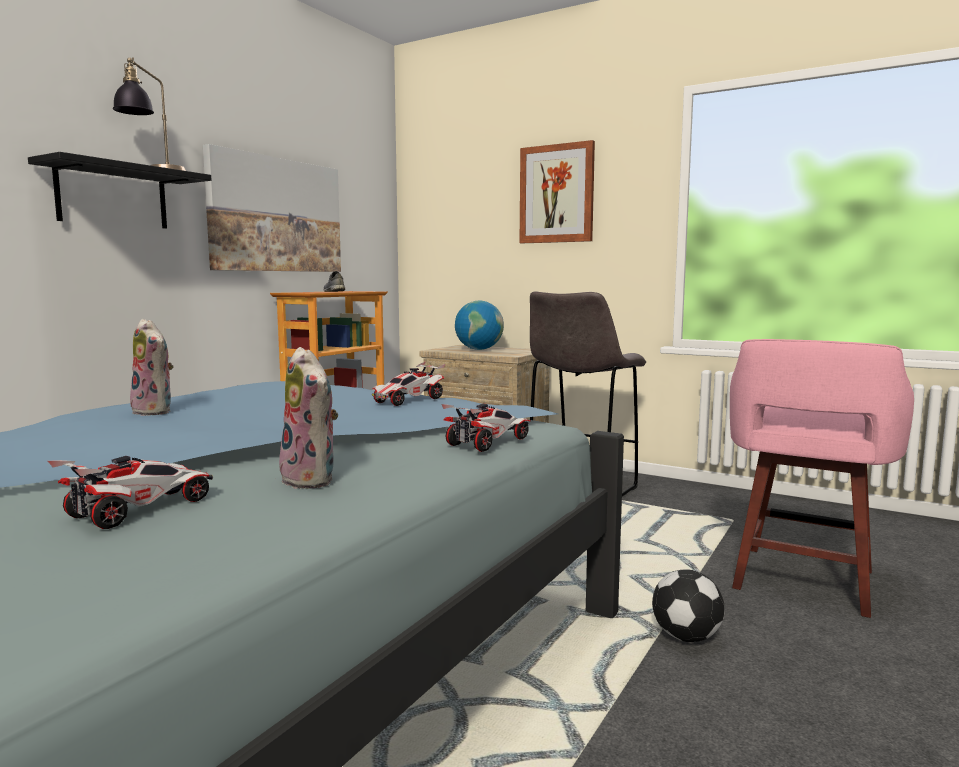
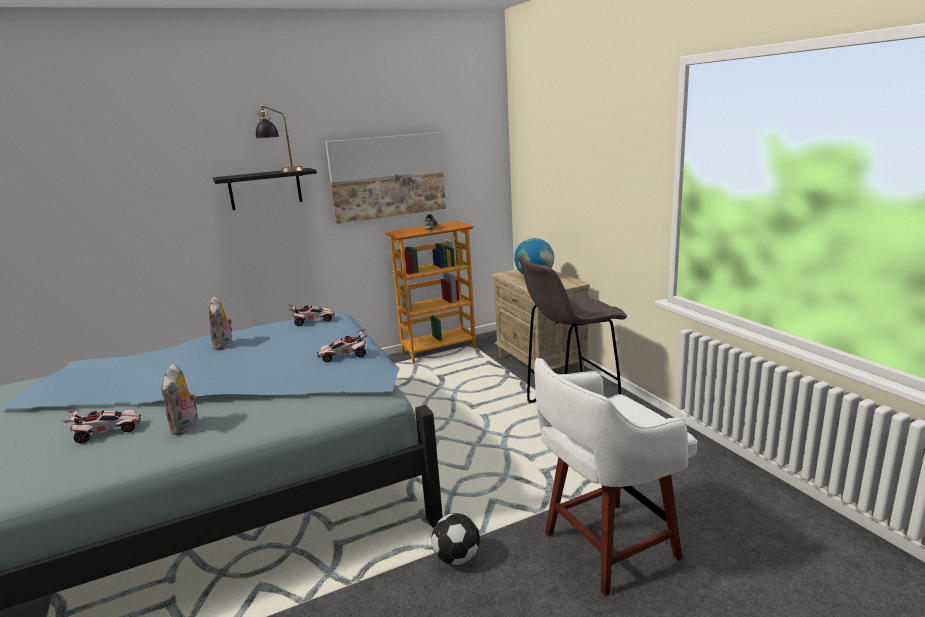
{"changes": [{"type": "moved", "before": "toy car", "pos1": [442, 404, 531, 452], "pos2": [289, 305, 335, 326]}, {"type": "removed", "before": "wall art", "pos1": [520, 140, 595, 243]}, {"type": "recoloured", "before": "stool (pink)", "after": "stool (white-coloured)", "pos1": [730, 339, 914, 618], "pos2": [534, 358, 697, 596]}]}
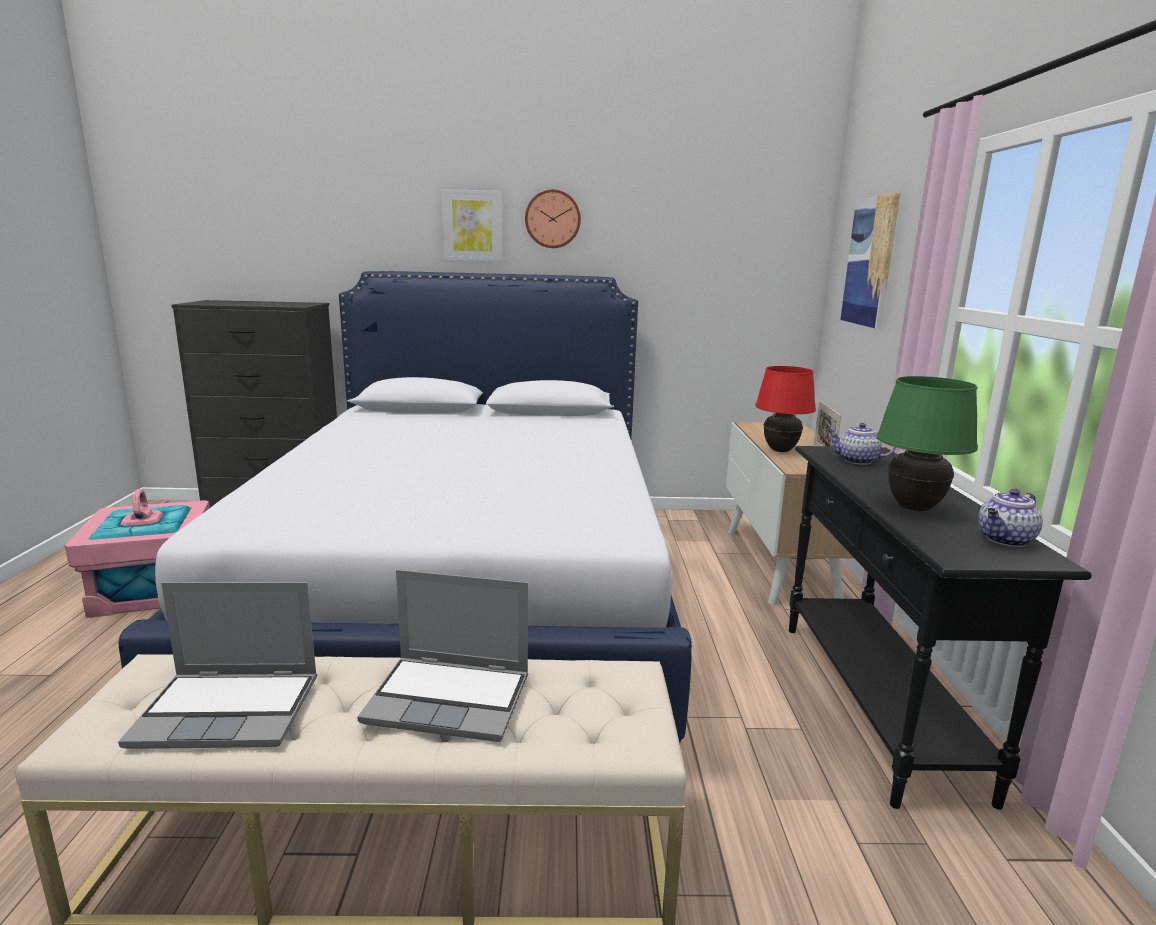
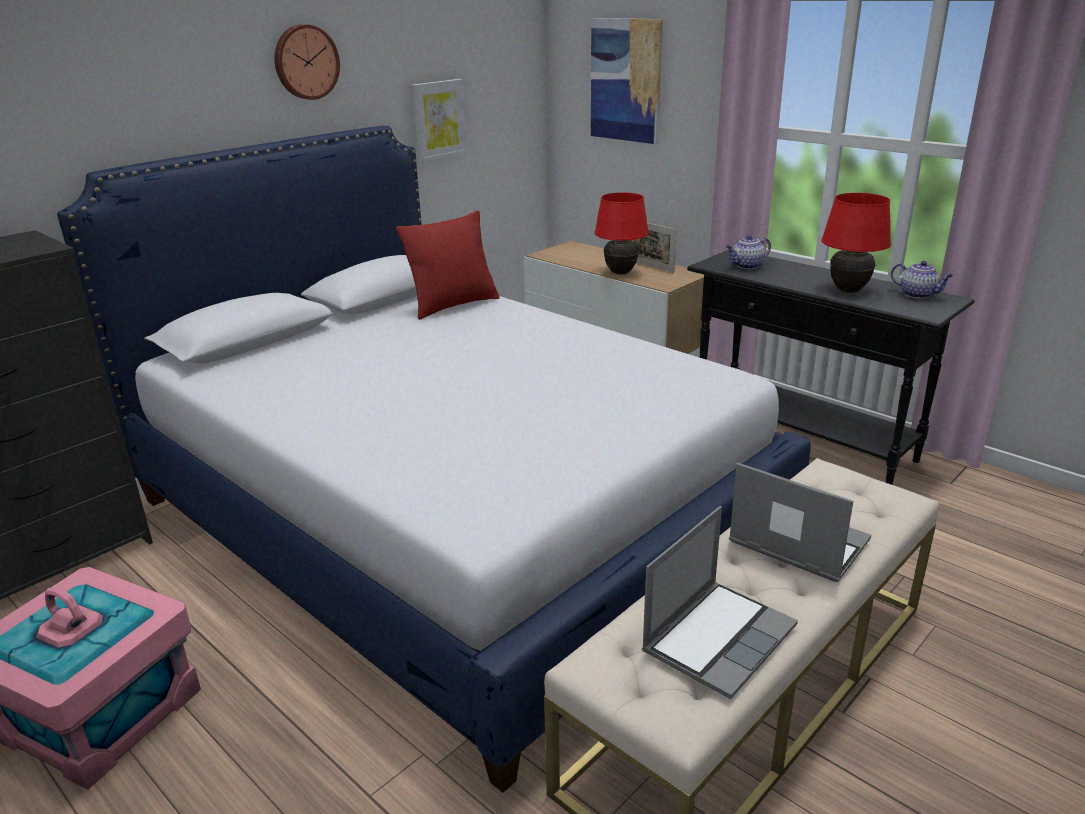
{"changes": [{"type": "turned", "before": "portable computer", "pos1": [358, 570, 528, 742], "pos2": [729, 463, 871, 582], "turn": -105}, {"type": "moved", "before": "wall art", "pos1": [442, 189, 502, 262], "pos2": [411, 79, 467, 163]}, {"type": "recoloured", "before": "tabletop lamp (green-coloured)", "after": "tabletop lamp (red-coloured)", "pos1": [876, 376, 978, 511], "pos2": [821, 193, 891, 293]}, {"type": "turned", "before": "pot for tea", "pos1": [978, 489, 1043, 547], "pos2": [891, 261, 954, 299], "turn": -60}, {"type": "added", "after": "throw pillow (red-coloured)", "pos2": [396, 210, 500, 320]}]}
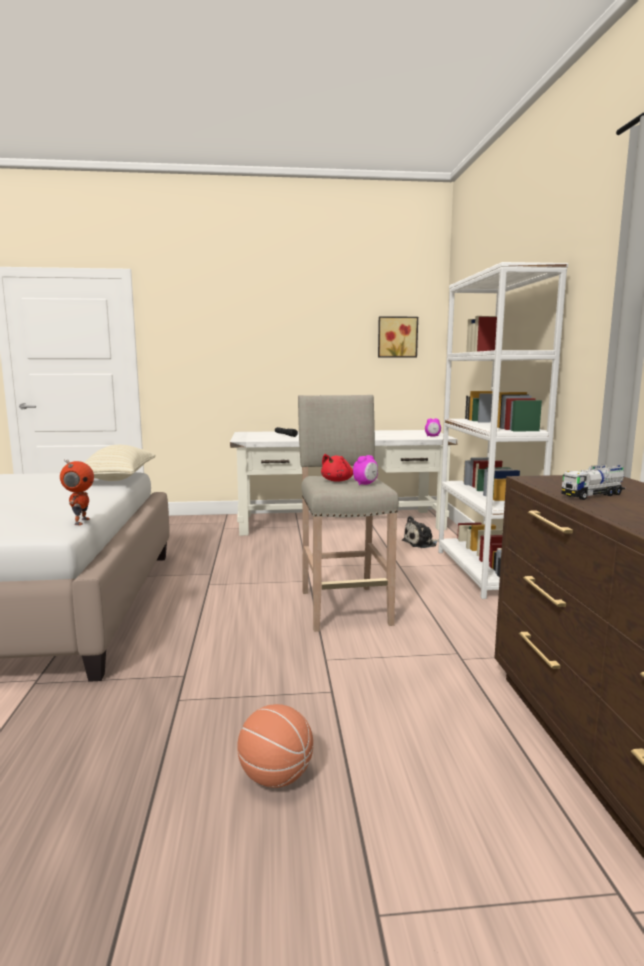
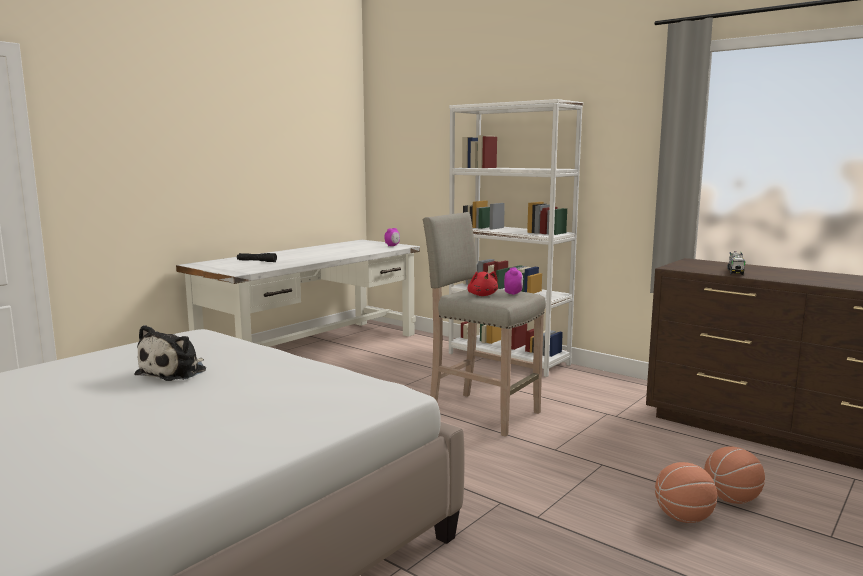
{"changes": [{"type": "removed", "before": "toy robot", "pos1": [60, 459, 94, 525]}, {"type": "removed", "before": "throw pillow (beige)", "pos1": [84, 445, 155, 481]}, {"type": "removed", "before": "wall art", "pos1": [378, 316, 418, 357]}, {"type": "moved", "before": "cuddly toy", "pos1": [402, 516, 439, 548], "pos2": [134, 325, 206, 381]}, {"type": "added", "after": "basketball", "pos2": [704, 447, 765, 504]}]}
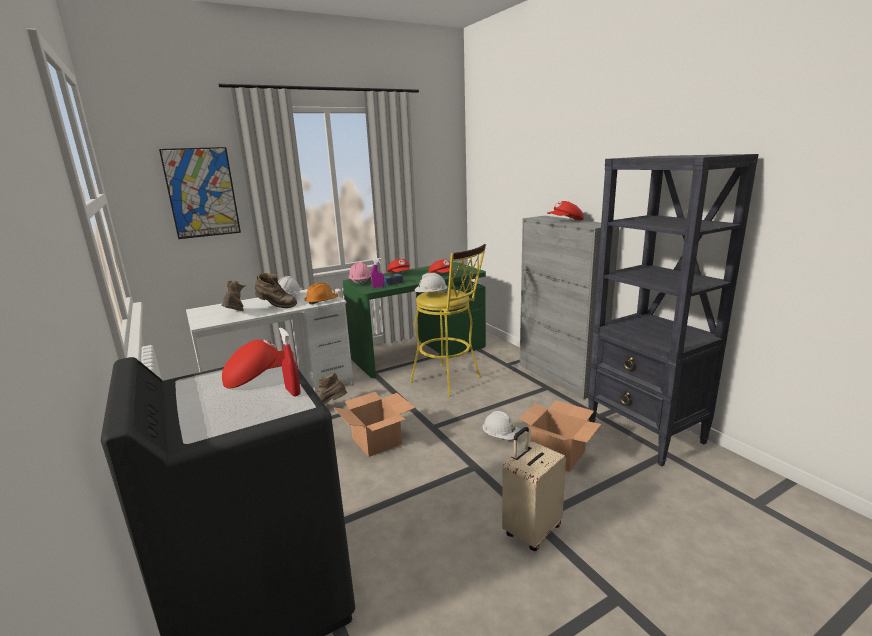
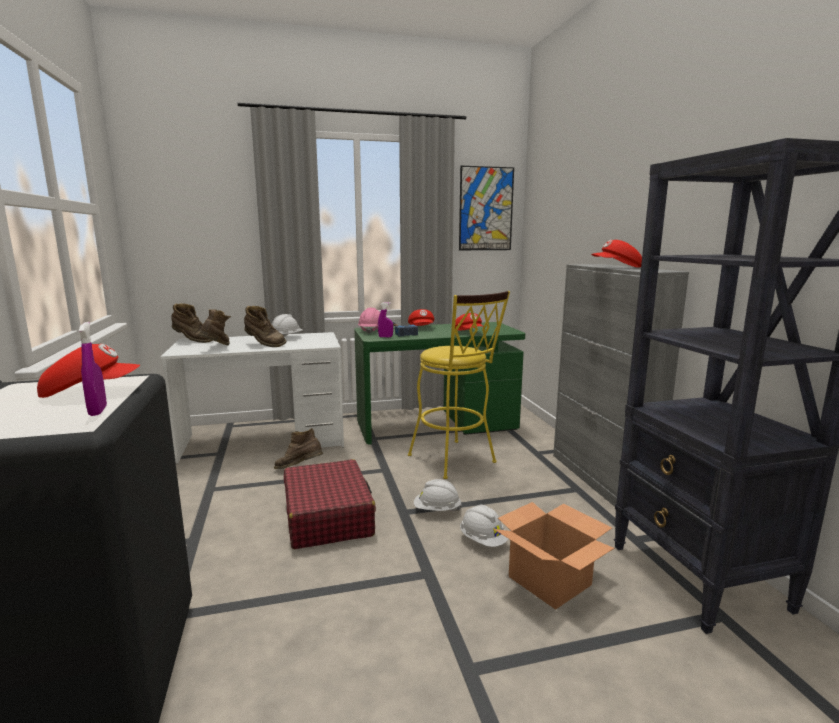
{"changes": [{"type": "moved", "before": "wall art", "pos1": [159, 147, 241, 239], "pos2": [459, 166, 514, 250]}, {"type": "recoloured", "before": "spray bottle (red-coloured)", "after": "spray bottle (purple)", "pos1": [279, 327, 301, 396], "pos2": [78, 322, 107, 416]}, {"type": "removed", "before": "hard hat (orange)", "pos1": [305, 283, 338, 304]}, {"type": "replaced", "before": "cardboard box", "after": "suitcase (red-coloured)", "pos1": [333, 392, 415, 457], "pos2": [284, 459, 376, 549]}, {"type": "moved", "before": "hard hat (white-coloured)", "pos1": [415, 273, 448, 294], "pos2": [414, 479, 461, 511]}, {"type": "removed", "before": "suitcase (beige)", "pos1": [502, 427, 566, 551]}, {"type": "added", "after": "tall boot (brown)", "pos2": [172, 303, 213, 343]}]}
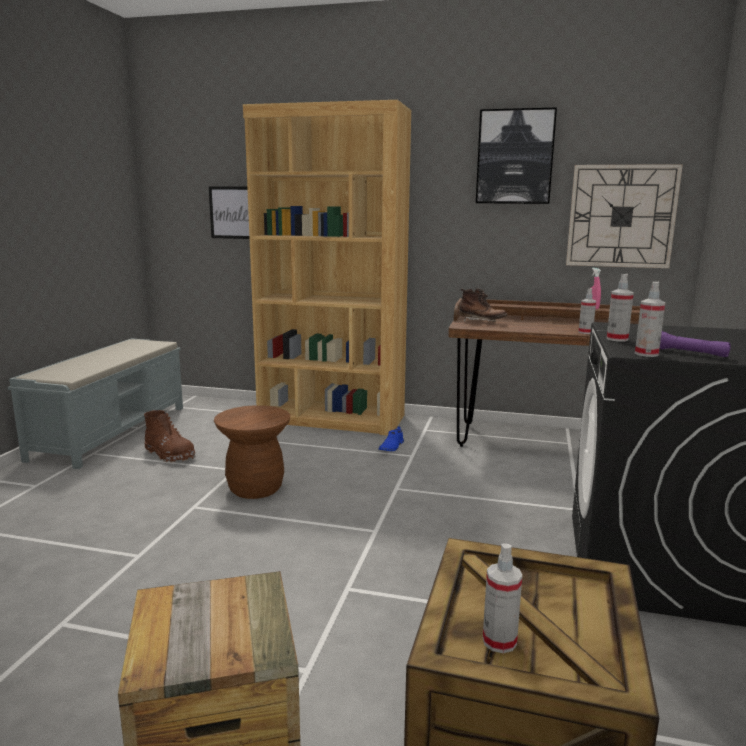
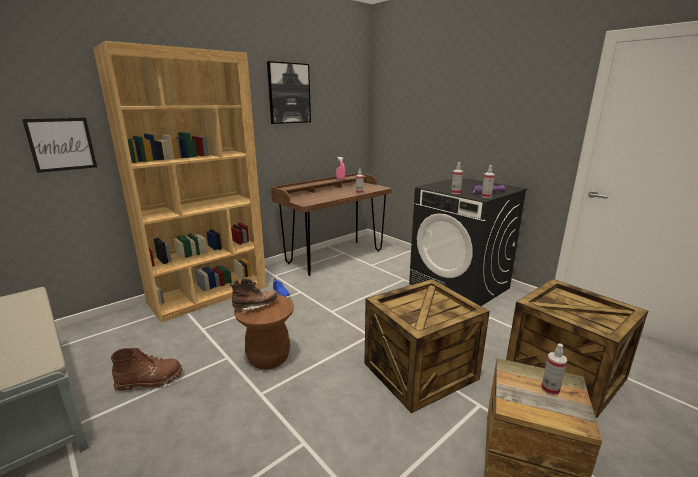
{"changes": [{"type": "moved", "before": "tall boot (brown)", "pos1": [459, 288, 507, 322], "pos2": [230, 279, 278, 314]}, {"type": "moved", "before": "spray bottle", "pos1": [483, 543, 522, 653], "pos2": [541, 344, 567, 396]}, {"type": "removed", "before": "wall clock", "pos1": [566, 164, 683, 268]}, {"type": "added", "after": "shipping crate", "pos2": [364, 279, 490, 413]}]}
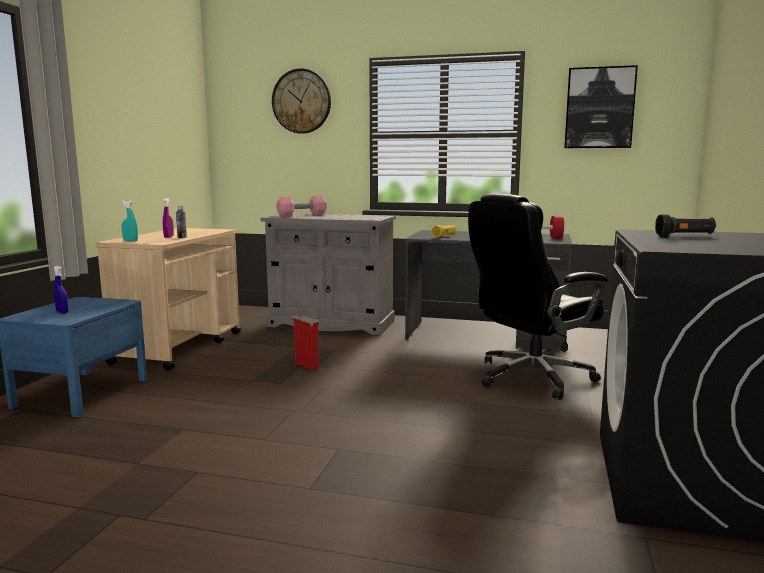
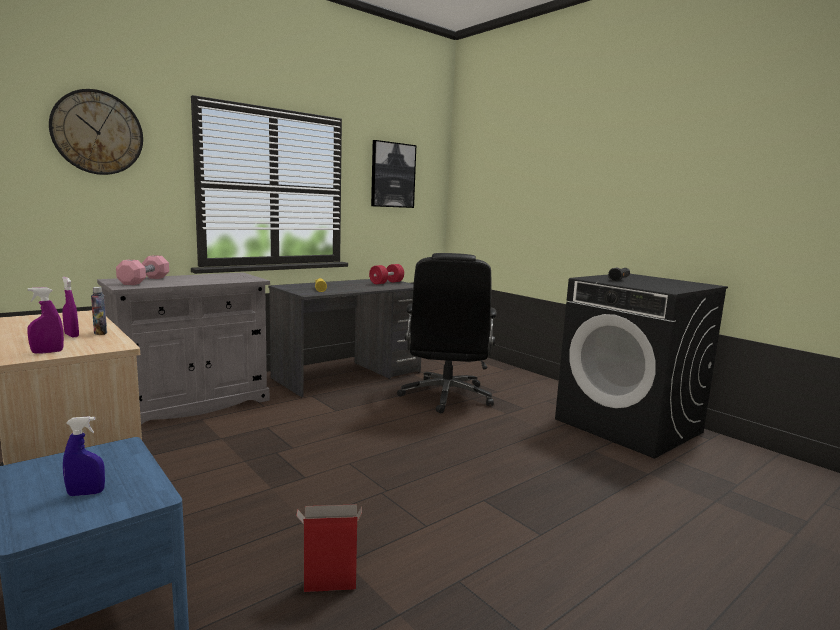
{"changes": [{"type": "recoloured", "before": "spray bottle (turquoise-coloured)", "after": "spray bottle (purple)", "pos1": [121, 200, 138, 241], "pos2": [27, 287, 64, 354]}, {"type": "moved", "before": "cardboard box", "pos1": [292, 315, 320, 370], "pos2": [296, 504, 362, 592]}]}
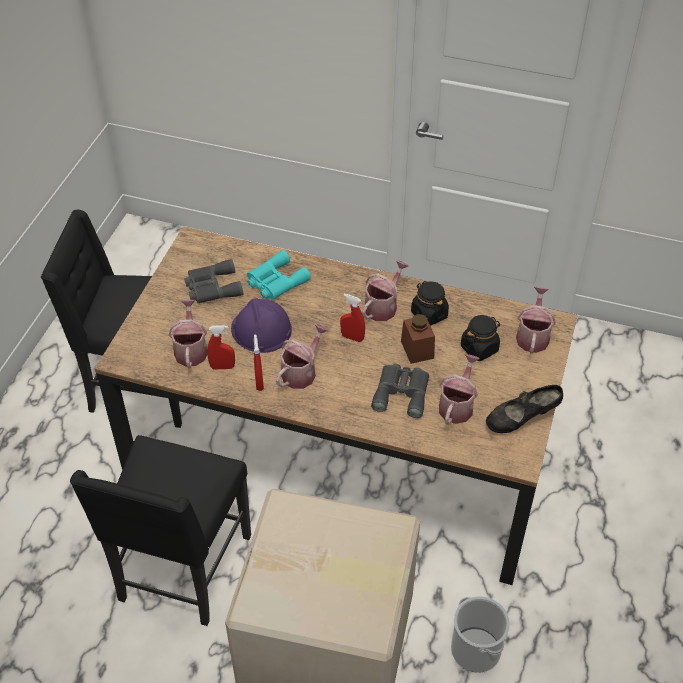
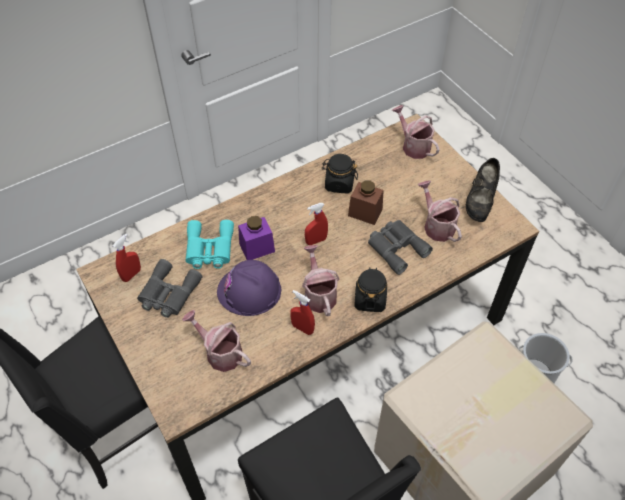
{"changes": [{"type": "moved", "before": "spray bottle (red-coloured)", "pos1": [207, 325, 235, 370], "pos2": [113, 233, 141, 282]}, {"type": "removed", "before": "watering can", "pos1": [362, 260, 409, 321]}, {"type": "moved", "before": "jar (black)", "pos1": [461, 315, 500, 361], "pos2": [354, 267, 387, 312]}, {"type": "added", "after": "jar (purple)", "pos2": [238, 216, 275, 260]}]}
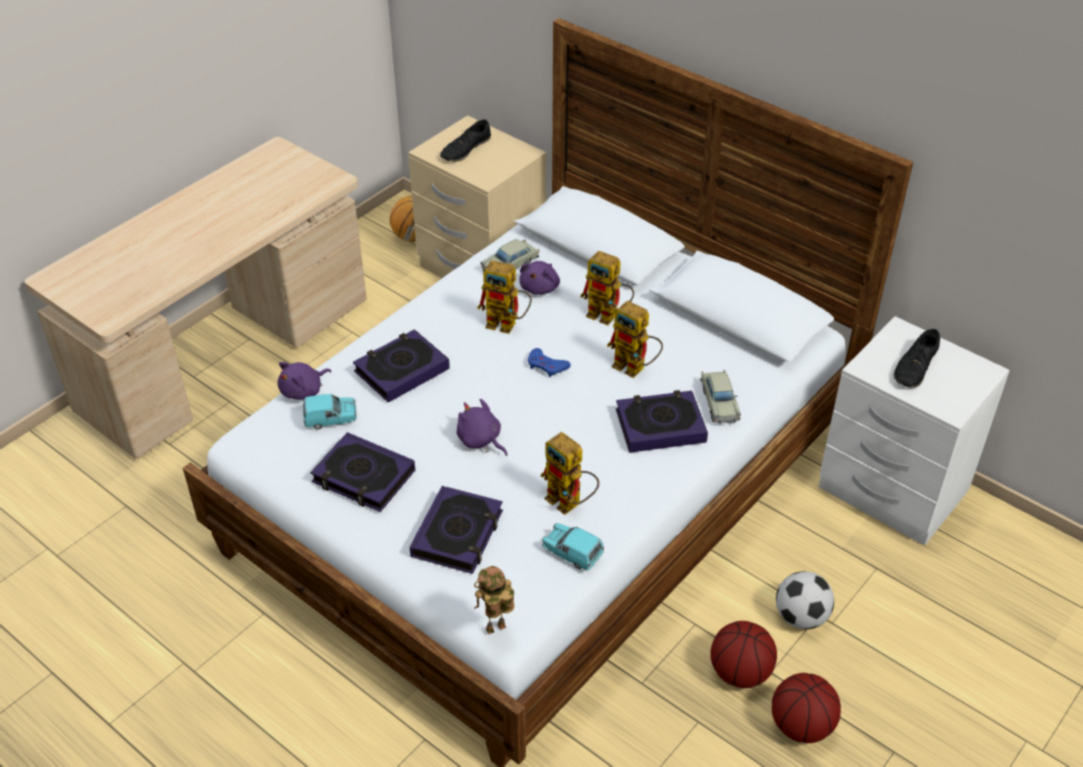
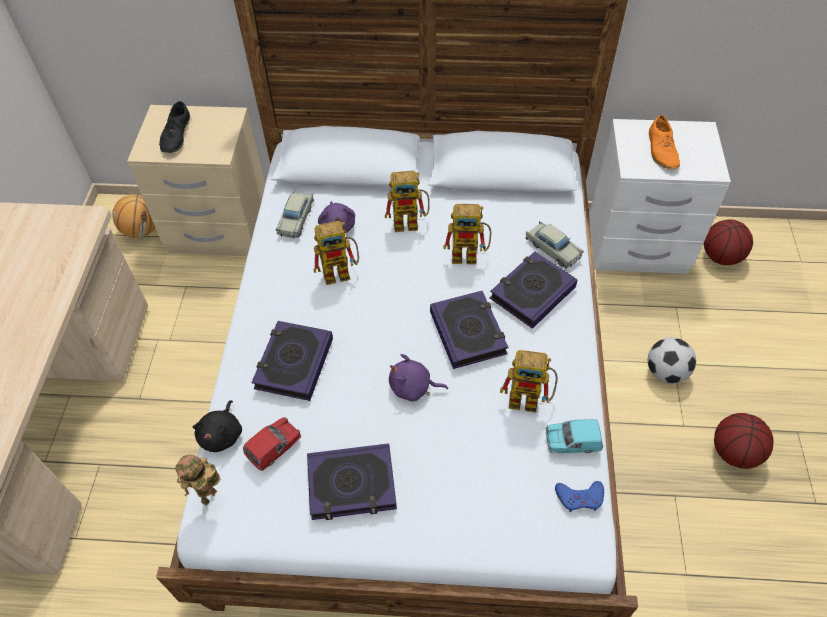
{"changes": [{"type": "recoloured", "before": "cuddly toy (purple)", "after": "cuddly toy (black)", "pos1": [277, 362, 331, 400], "pos2": [193, 400, 242, 452]}, {"type": "recoloured", "before": "toy car (turquoise-coloured)", "after": "toy car (red-coloured)", "pos1": [303, 394, 357, 430], "pos2": [243, 417, 301, 471]}, {"type": "moved", "before": "volume", "pos1": [410, 486, 503, 574], "pos2": [430, 291, 509, 369]}, {"type": "moved", "before": "toy robot", "pos1": [474, 566, 515, 634], "pos2": [175, 455, 220, 506]}, {"type": "moved", "before": "gamepad (blue)", "pos1": [528, 348, 571, 377], "pos2": [555, 481, 604, 512]}, {"type": "moved", "before": "basketball", "pos1": [711, 621, 777, 688], "pos2": [704, 219, 753, 265]}, {"type": "recoloured", "before": "low shoe (black)", "after": "low shoe (orange)", "pos1": [894, 329, 940, 388], "pos2": [649, 115, 680, 169]}]}
